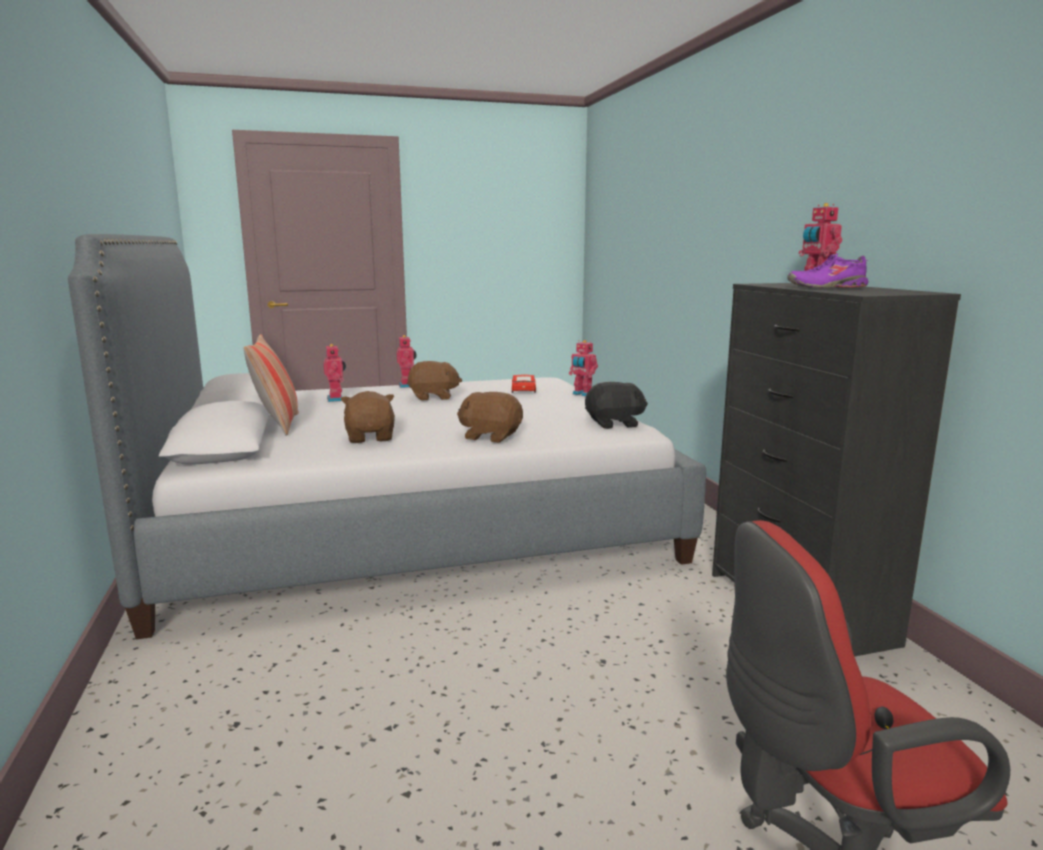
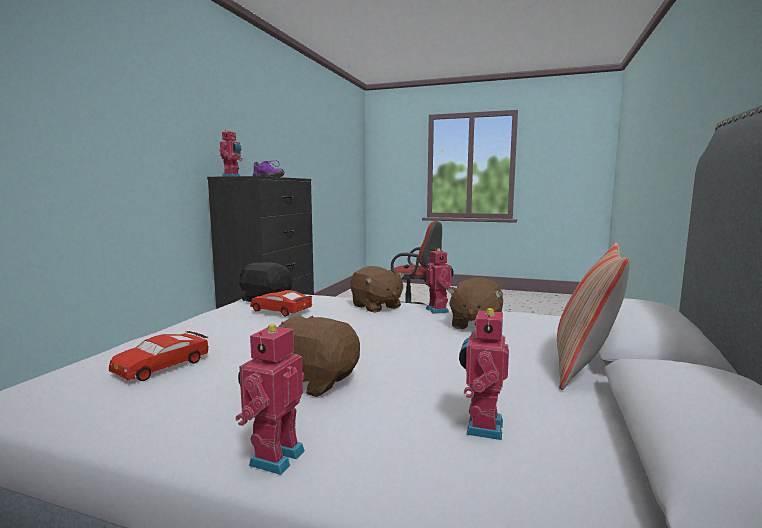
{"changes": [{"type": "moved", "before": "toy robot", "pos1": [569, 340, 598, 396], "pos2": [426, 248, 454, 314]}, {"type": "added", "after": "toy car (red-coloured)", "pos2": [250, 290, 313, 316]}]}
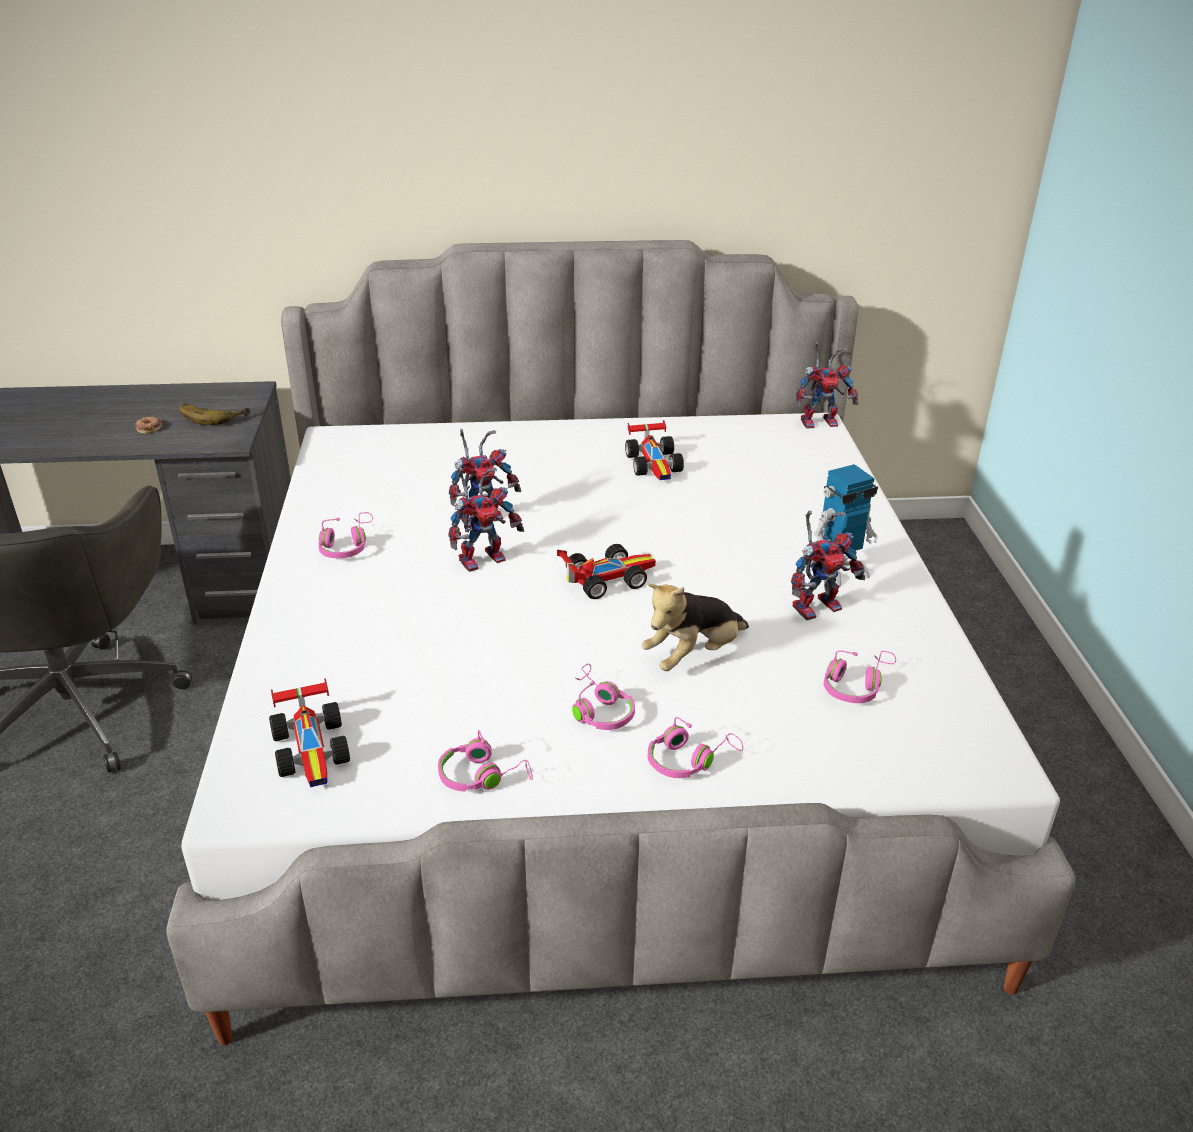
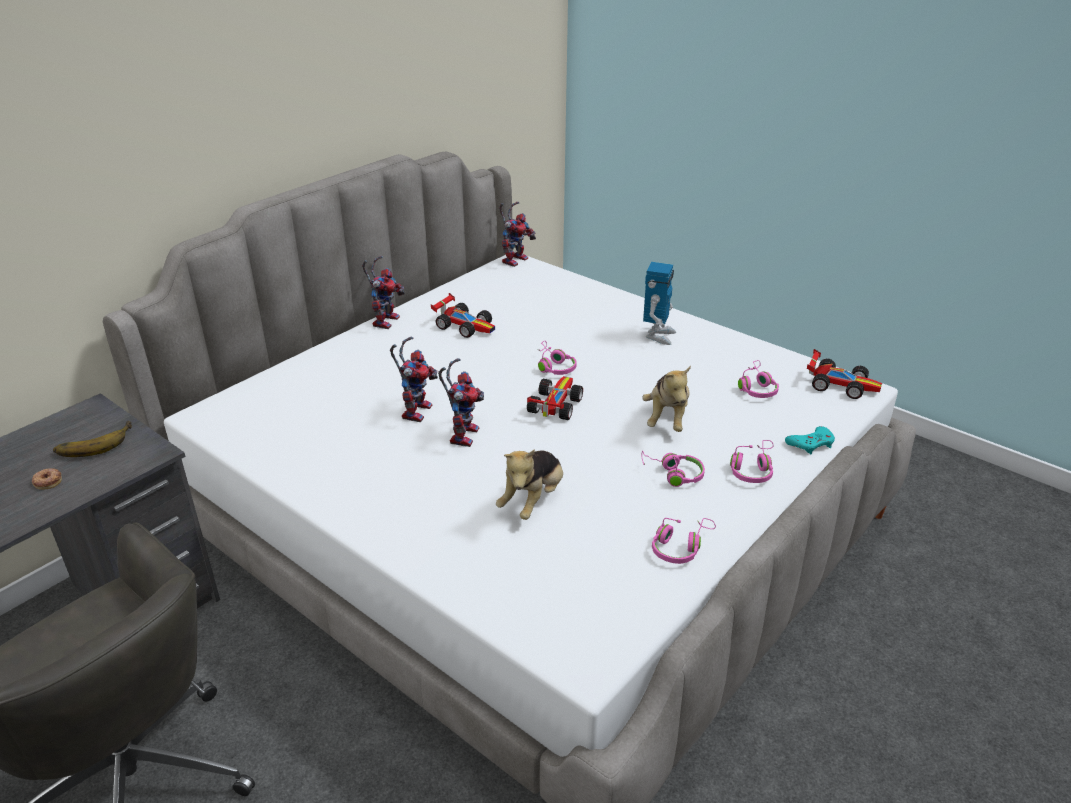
{"changes": [{"type": "moved", "before": "toy car", "pos1": [269, 678, 350, 787], "pos2": [807, 349, 882, 399]}, {"type": "moved", "before": "headphones (pink)", "pos1": [318, 512, 373, 558], "pos2": [538, 341, 577, 375]}, {"type": "moved", "before": "toy robot", "pos1": [791, 511, 865, 620], "pos2": [362, 256, 405, 329]}, {"type": "added", "after": "cuddly toy", "pos2": [496, 449, 563, 520]}, {"type": "added", "after": "gamepad (turquoise-coloured)", "pos2": [785, 426, 835, 455]}]}
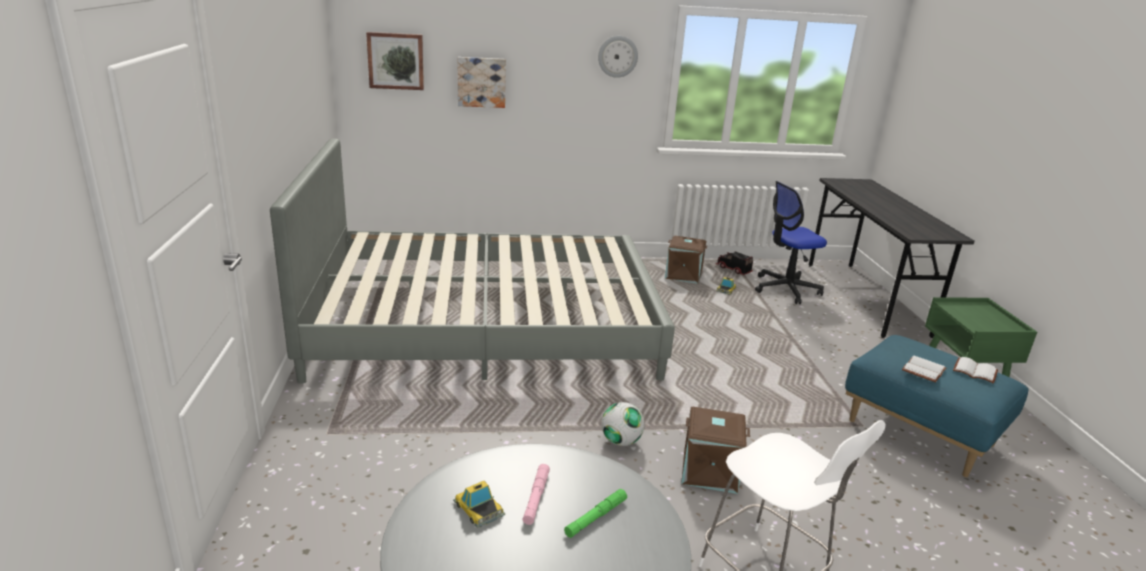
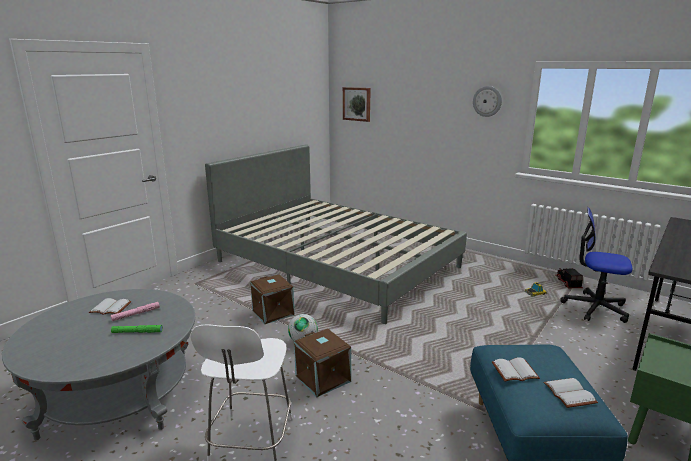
{"changes": [{"type": "replaced", "before": "toy car", "after": "volume (white-coloured)", "pos1": [453, 481, 505, 528], "pos2": [89, 298, 132, 315]}, {"type": "removed", "before": "wall art", "pos1": [458, 57, 506, 108]}, {"type": "moved", "before": "storage bin (brown)", "pos1": [665, 236, 707, 284], "pos2": [250, 275, 295, 325]}]}
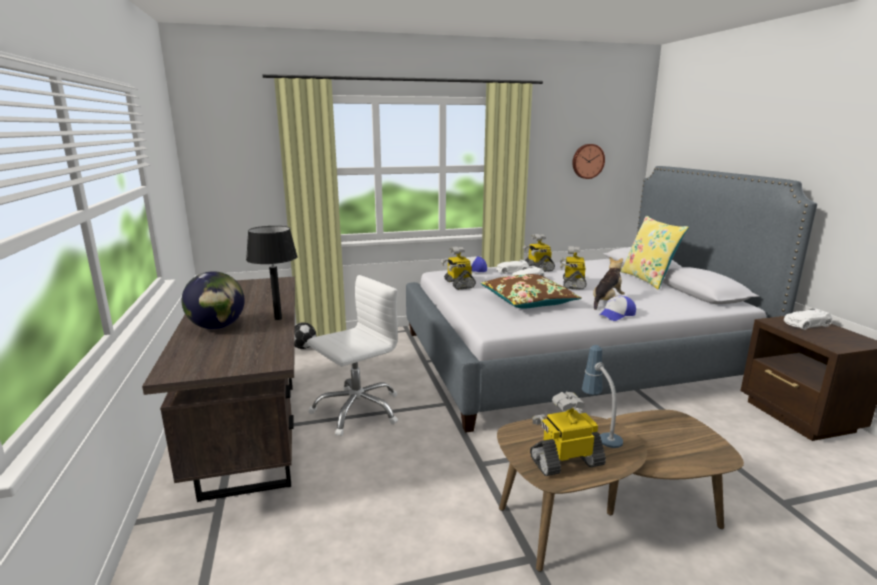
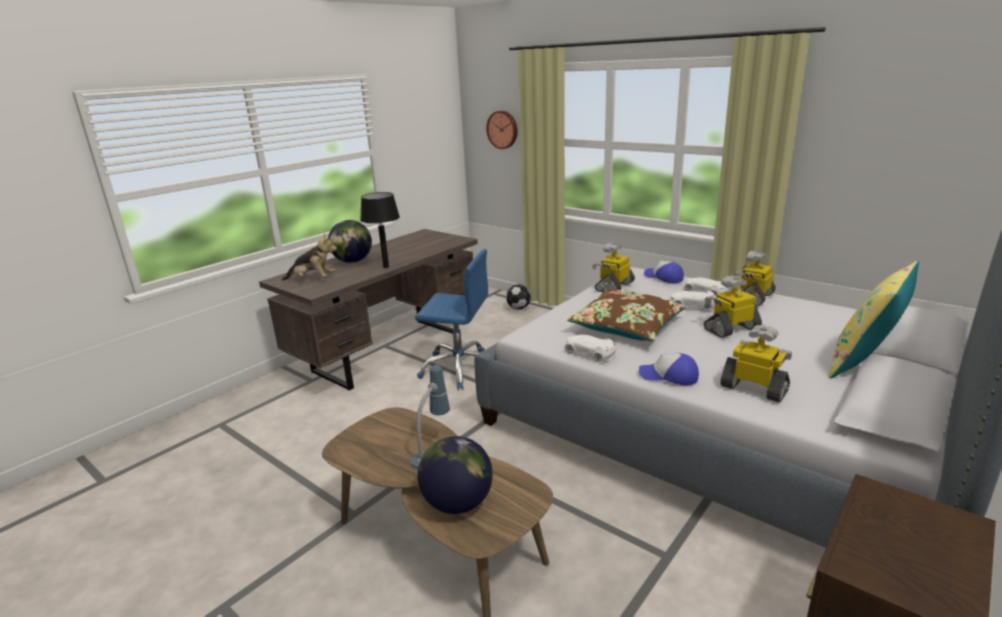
{"changes": [{"type": "recoloured", "before": "office chair (white-coloured)", "after": "office chair (blue)", "pos1": [307, 275, 398, 436], "pos2": [415, 249, 488, 390]}, {"type": "moved", "before": "toy robot", "pos1": [530, 392, 606, 476], "pos2": [720, 325, 792, 402]}, {"type": "moved", "before": "wall clock", "pos1": [572, 144, 605, 179], "pos2": [486, 111, 518, 149]}, {"type": "moved", "before": "cuddly toy", "pos1": [593, 257, 625, 310], "pos2": [282, 234, 337, 281]}, {"type": "moved", "before": "toy car (white-coloured)", "pos1": [784, 308, 832, 330], "pos2": [565, 335, 617, 362]}, {"type": "added", "after": "desk globe", "pos2": [418, 436, 493, 514]}]}
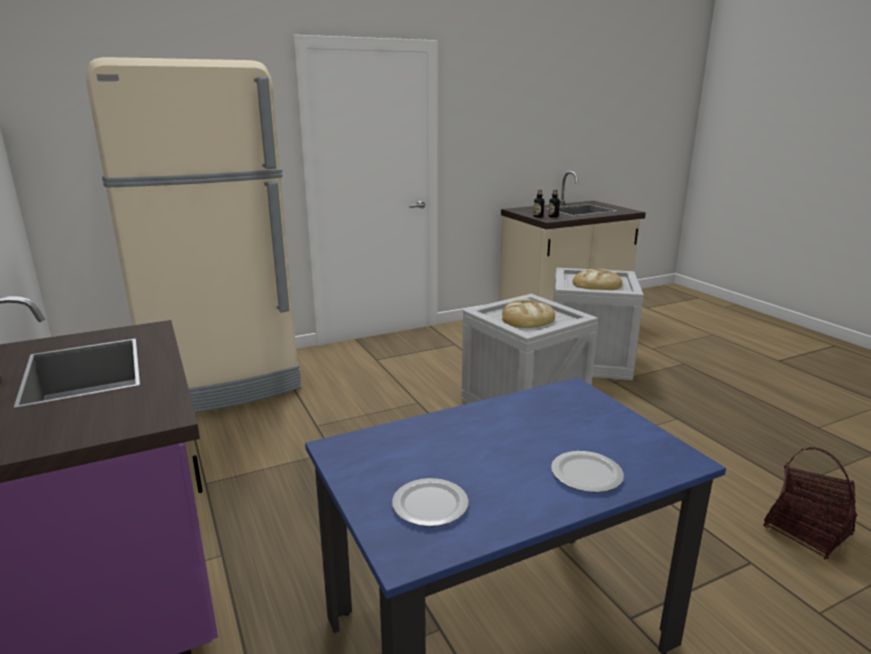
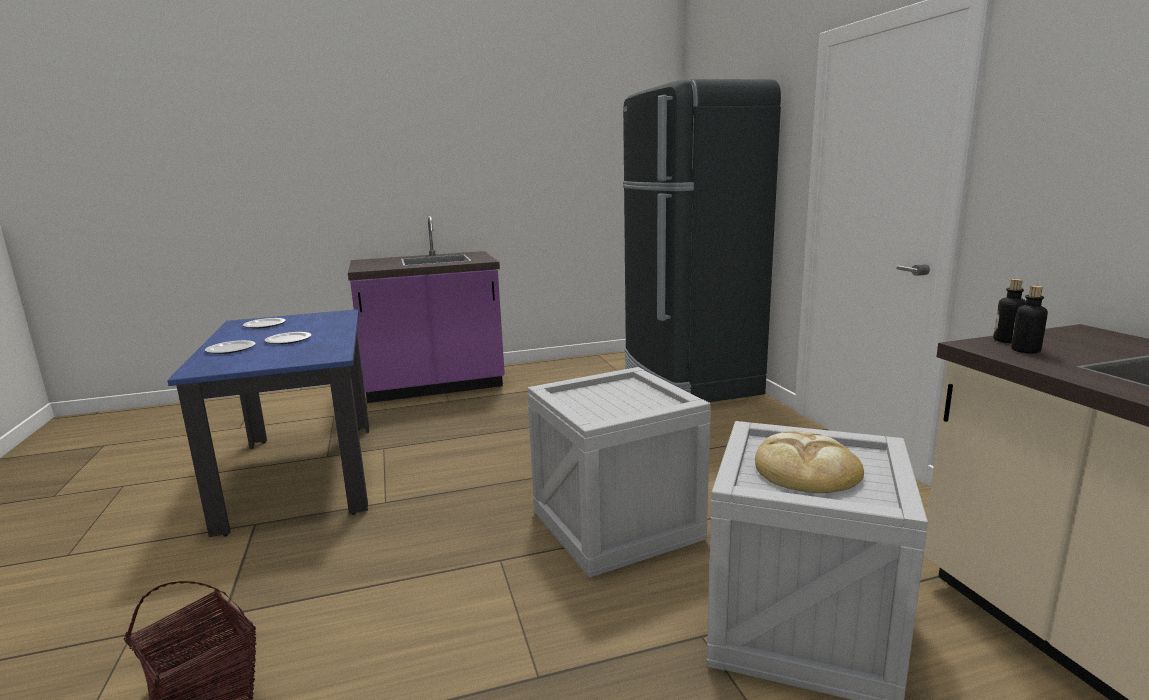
{"changes": [{"type": "recoloured", "before": "refrigerator (beige)", "after": "refrigerator (black)", "pos1": [86, 57, 301, 413], "pos2": [623, 79, 781, 402]}, {"type": "removed", "before": "baked bread", "pos1": [502, 299, 555, 328]}, {"type": "added", "after": "dinner plate", "pos2": [265, 332, 311, 344]}]}
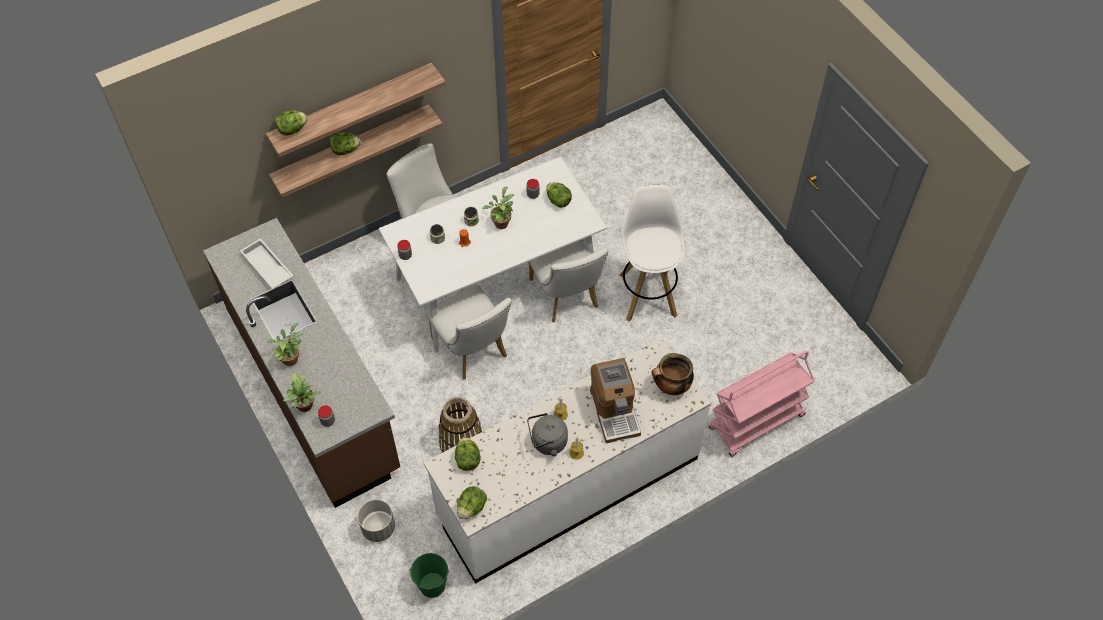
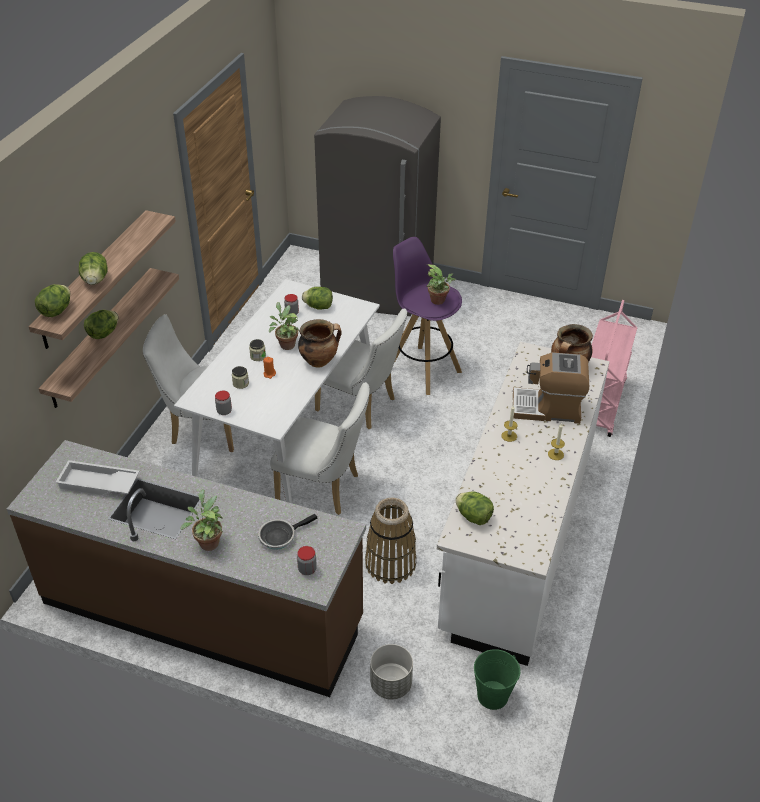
{"changes": [{"type": "moved", "before": "houseplant", "pos1": [283, 373, 321, 412], "pos2": [426, 264, 456, 305]}, {"type": "moved", "before": "head of lettuce", "pos1": [457, 486, 487, 519], "pos2": [79, 252, 107, 285]}, {"type": "removed", "before": "tea kettle (greyish)", "pos1": [527, 413, 568, 457]}, {"type": "turned", "before": "coffee maker", "pos1": [590, 358, 641, 443], "pos2": [513, 352, 589, 424], "turn": 150}, {"type": "recoloured", "before": "stool (white-coloured)", "after": "stool (purple)", "pos1": [620, 184, 685, 322], "pos2": [393, 237, 462, 395]}, {"type": "added", "after": "skillet", "pos2": [258, 514, 317, 550]}, {"type": "added", "after": "stockpot", "pos2": [298, 319, 342, 368]}, {"type": "added", "after": "refrigerator (greyish)", "pos2": [314, 96, 441, 316]}]}
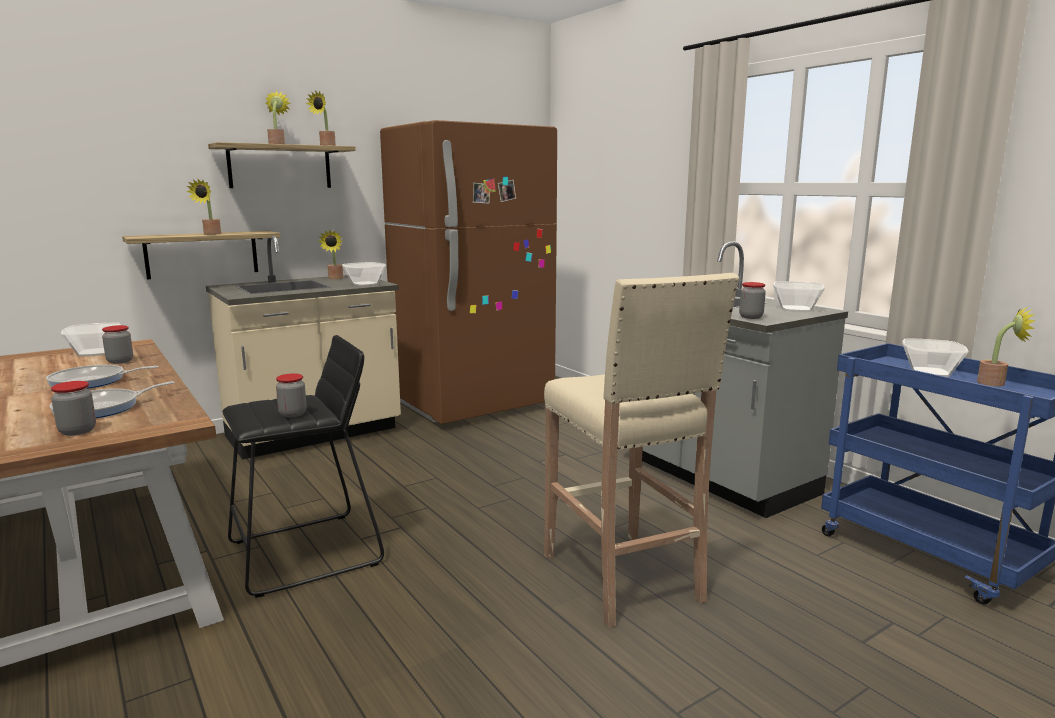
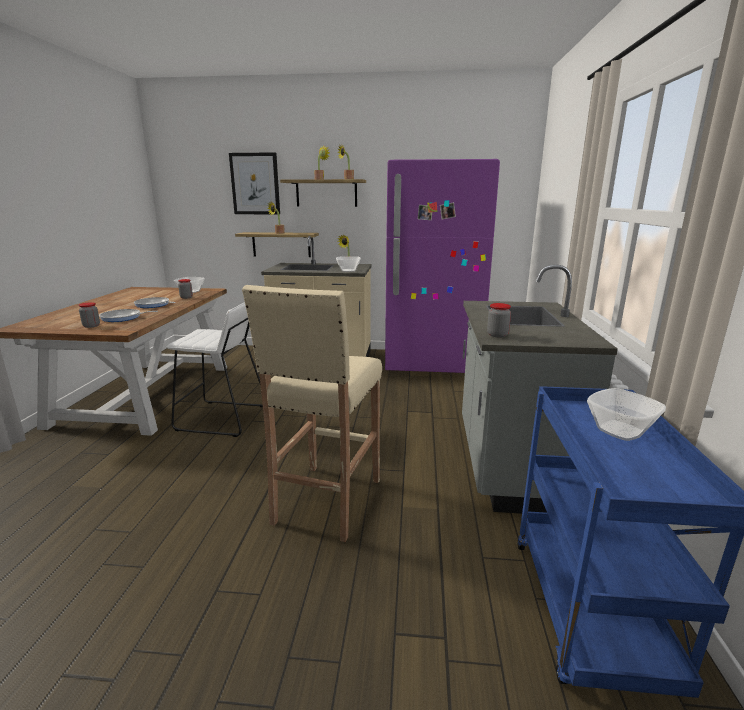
{"changes": [{"type": "recoloured", "before": "stool (black)", "after": "stool (white-coloured)", "pos1": [222, 335, 384, 598], "pos2": [166, 302, 263, 437]}, {"type": "removed", "before": "jar", "pos1": [276, 373, 307, 417]}, {"type": "recoloured", "before": "refrigerator (brown)", "after": "refrigerator (purple)", "pos1": [380, 120, 557, 424], "pos2": [385, 159, 500, 373]}, {"type": "removed", "before": "bowl", "pos1": [773, 281, 825, 312]}, {"type": "removed", "before": "houseplant", "pos1": [977, 307, 1036, 386]}, {"type": "added", "after": "wall art", "pos2": [229, 152, 280, 214]}]}
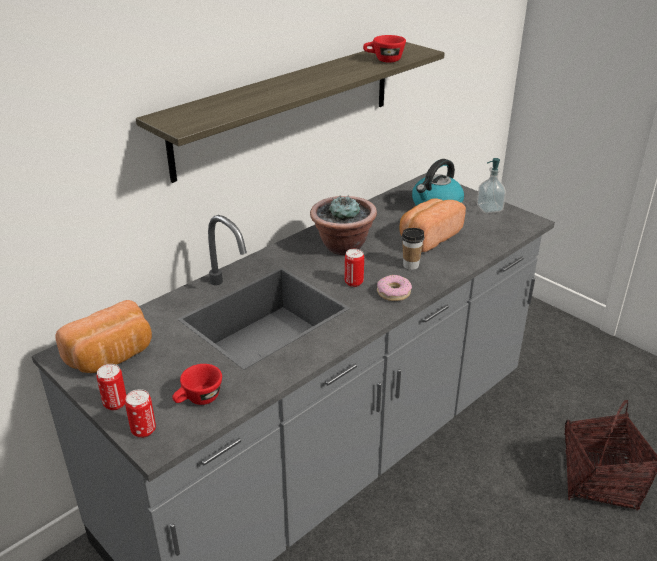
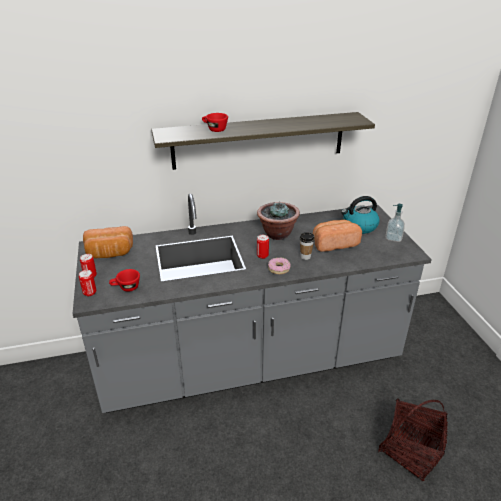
{"changes": [{"type": "moved", "before": "drinking cup (red-coloured)", "pos1": [363, 35, 406, 63], "pos2": [202, 113, 228, 132]}]}
